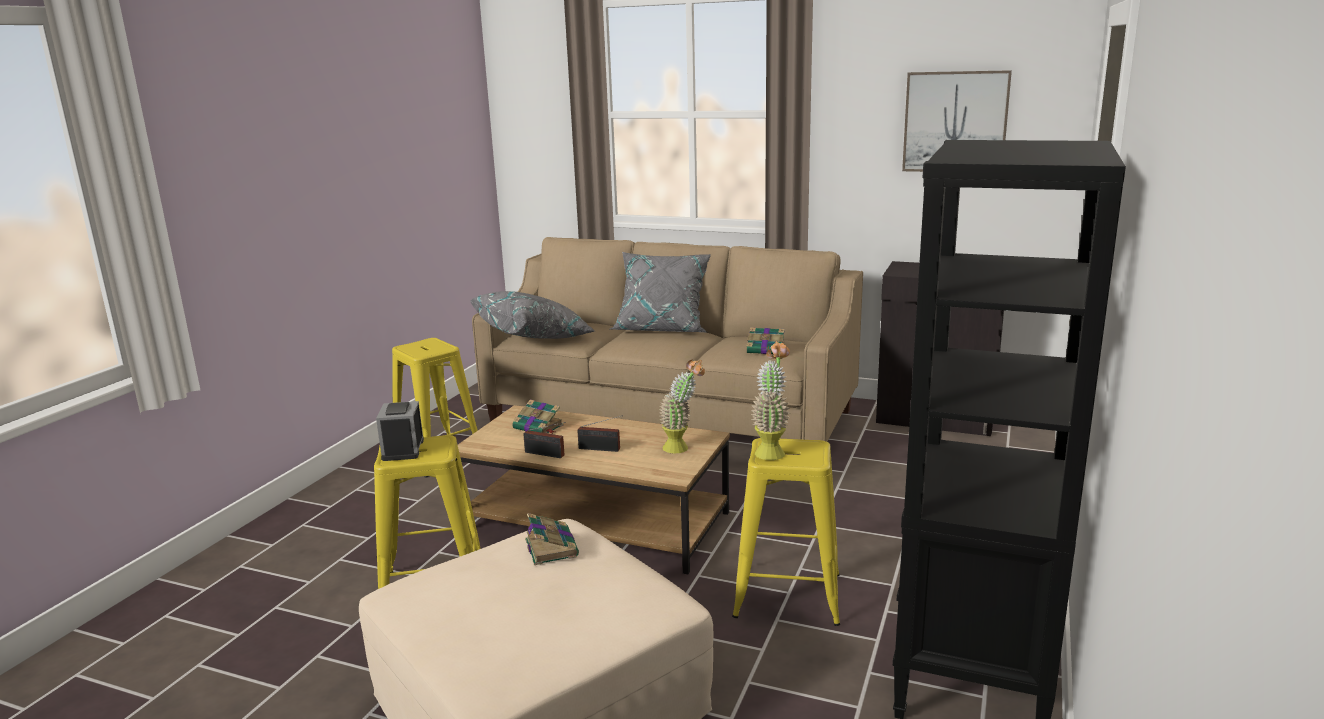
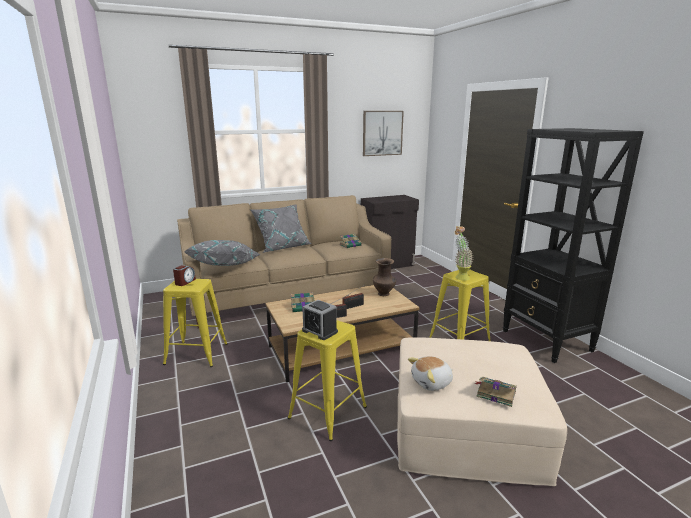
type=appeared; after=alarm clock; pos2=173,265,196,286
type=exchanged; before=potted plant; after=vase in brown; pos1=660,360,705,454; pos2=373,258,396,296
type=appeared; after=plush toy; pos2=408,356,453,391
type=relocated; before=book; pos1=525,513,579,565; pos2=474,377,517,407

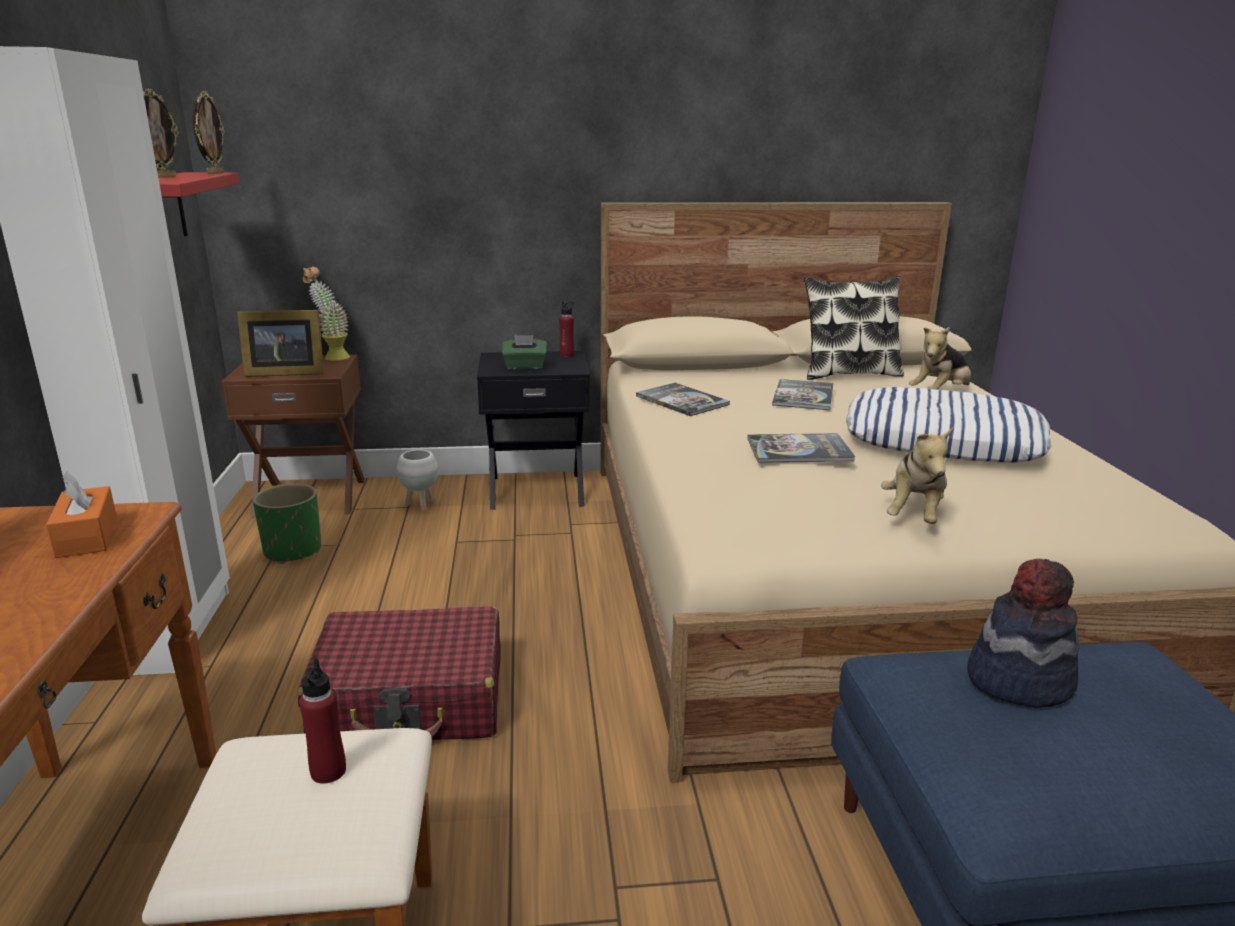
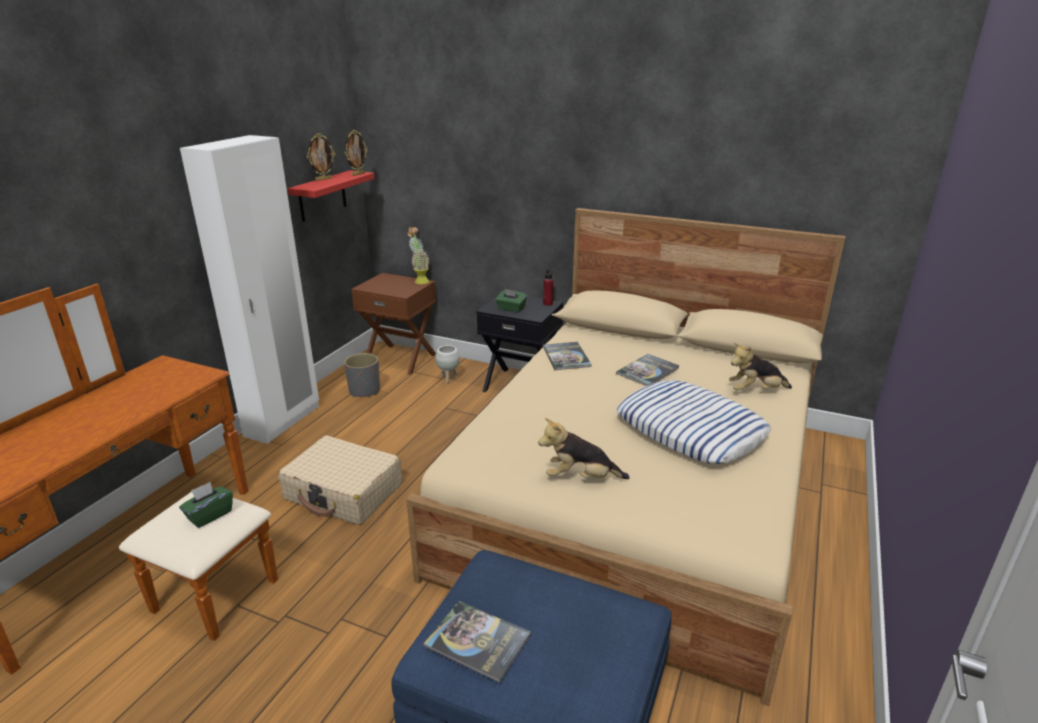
type=exchanged; before=bottle in red; after=tissue box in green; pos1=299,658,346,784; pos2=179,482,233,528
type=colour; before=suitcase in red; after=suitcase in beige; pos1=298,607,501,740; pos2=278,435,402,525
type=colour; before=planter in green; after=planter in grey; pos1=253,484,321,564; pos2=344,353,380,397
type=relocated; before=book; pos1=747,433,855,463; pos2=423,601,531,683
type=spun; before=plush toy; pos1=881,427,954,524; pos2=538,418,630,479; turn=45
type=missing; before=tissue box in orange; pos1=46,472,117,558
type=missing; before=picture frame; pos1=237,310,324,377
type=missing; before=pillow; pos1=804,275,904,380
type=missing; before=hat; pos1=968,559,1079,708

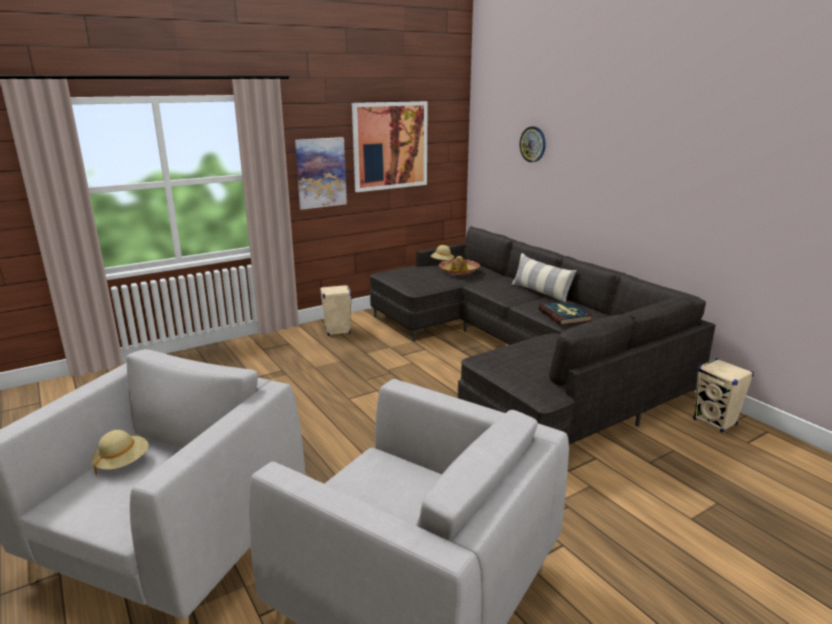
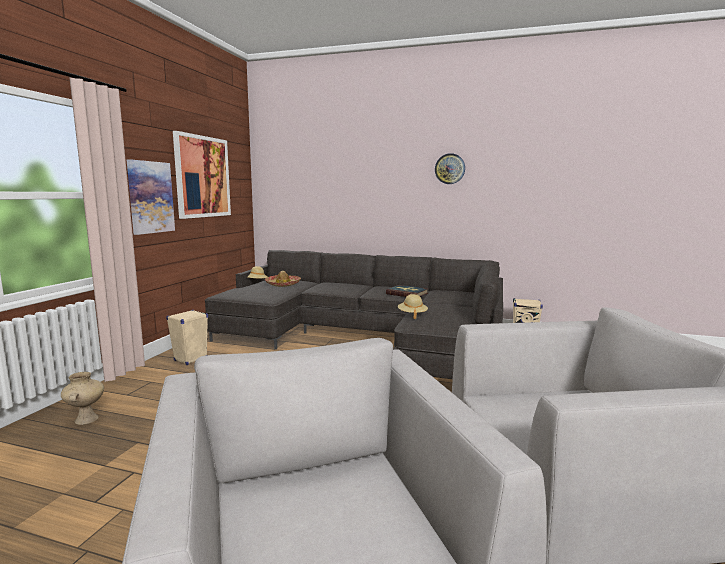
type=appeared; after=vase in beige; pos2=61,372,104,425
type=relocated; before=hat in beige; pos1=91,430,149,476; pos2=398,294,428,319
type=relocated; before=wall clock; pos1=520,126,546,162; pos2=435,153,465,184
type=missing; before=pillow; pos1=512,253,577,302

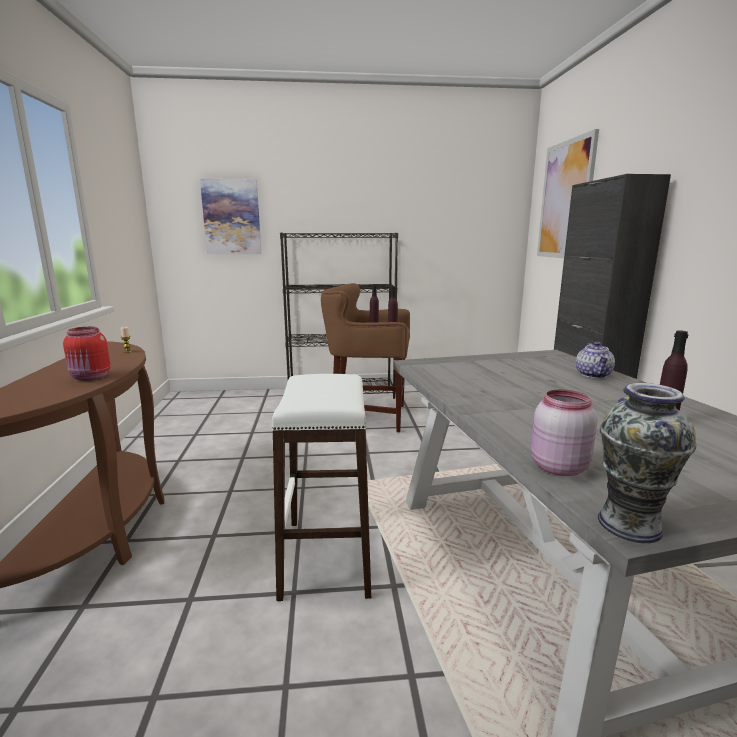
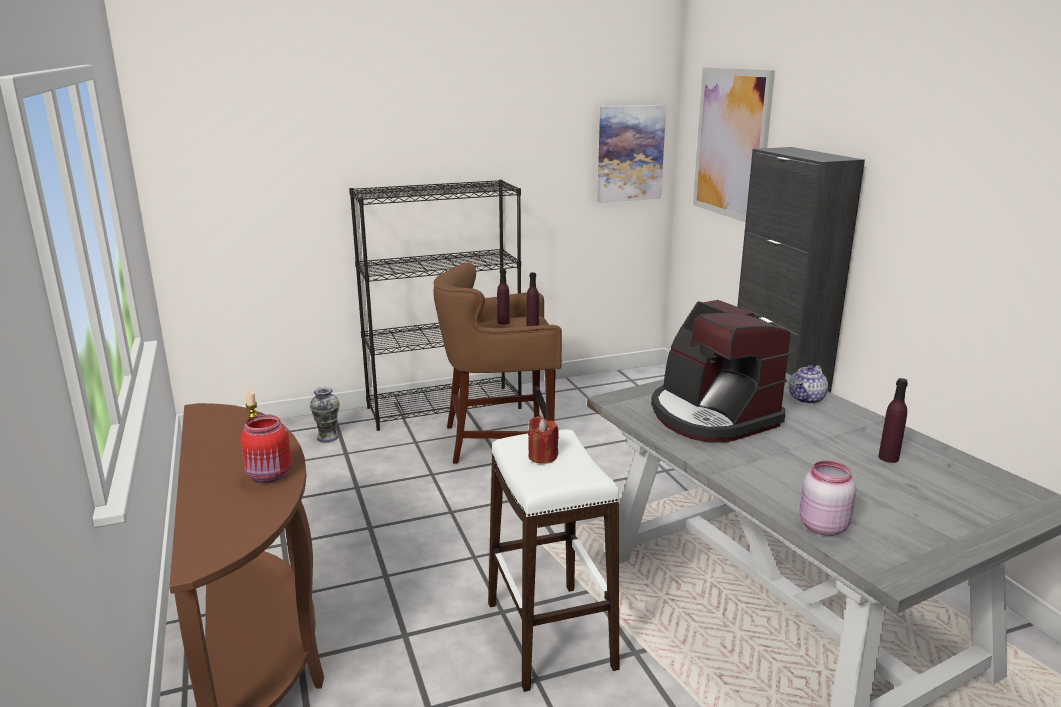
type=relocated; before=vase; pos1=598,383,696,543; pos2=310,387,340,443
type=appeared; after=candle in red; pos2=528,416,559,464
type=relocated; before=picture; pos1=200,179,261,254; pos2=597,105,666,203
type=appeared; after=coffee machine; pos2=651,300,790,443
type=spun; before=teapot; pos1=576,342,615,378; pos2=789,365,828,404; turn=45

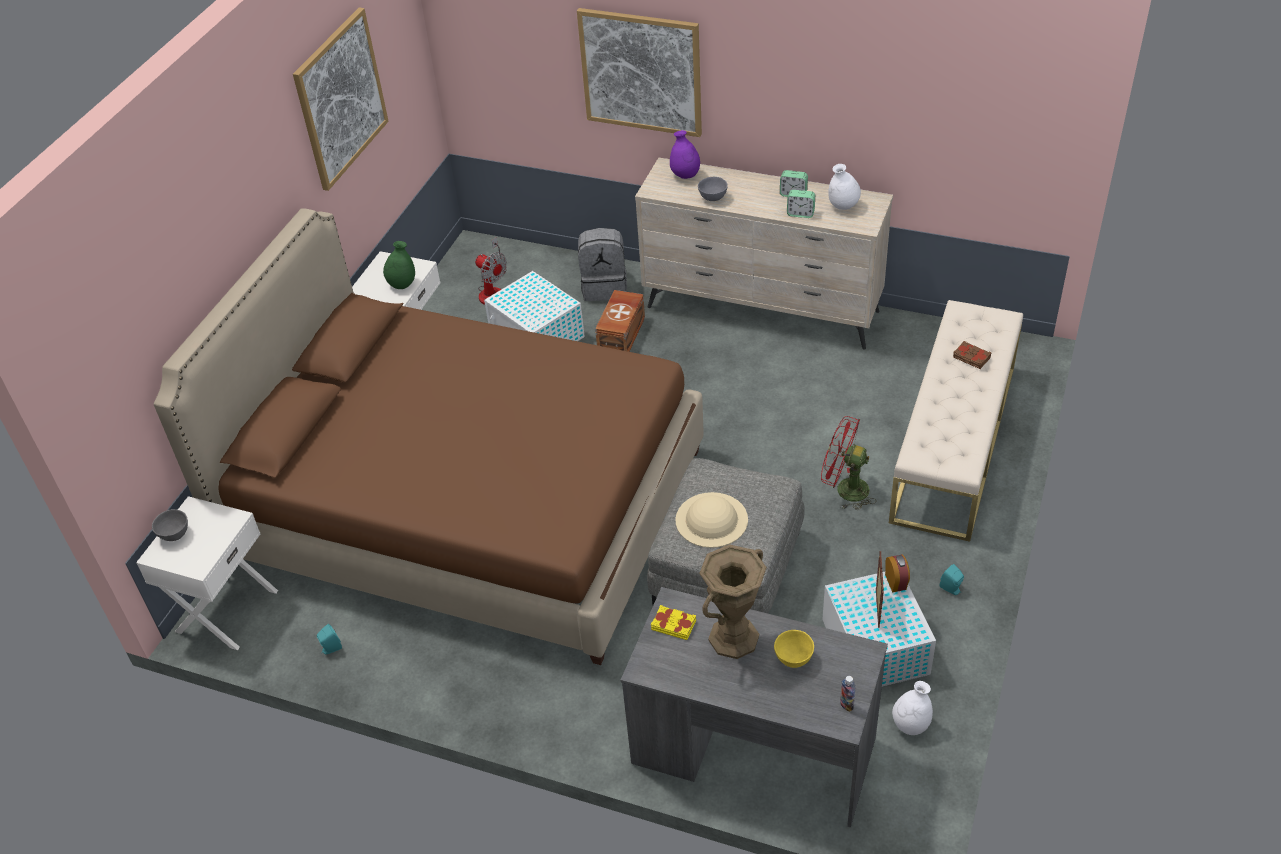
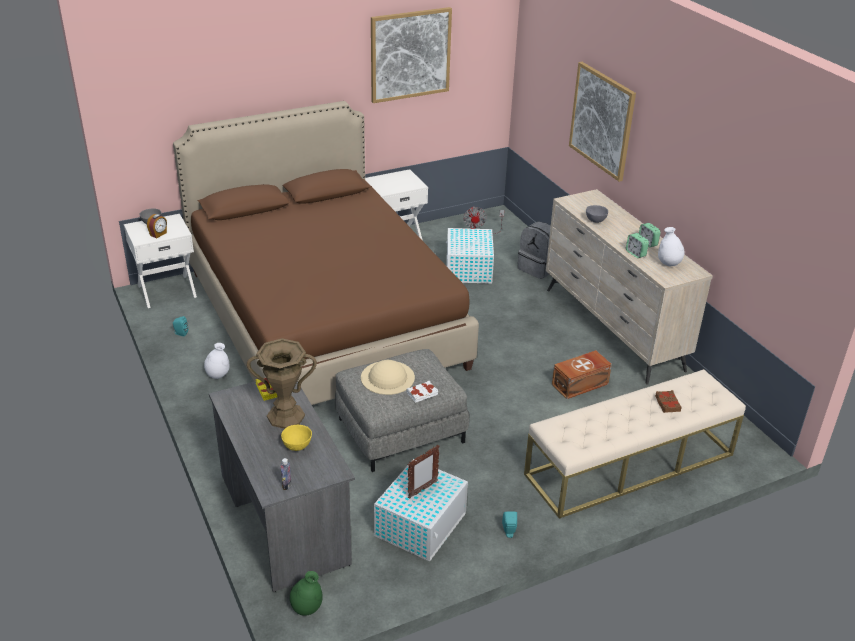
type=relocated; before=alarm clock; pos1=885,555,910,592; pos2=147,214,167,238
type=relocated; before=vase in white; pos1=892,681,933,735; pos2=204,343,229,379
type=relocated; before=vase in green; pos1=383,241,415,289; pos2=290,571,322,616
type=appeared; after=book in white; pos2=407,381,438,403
type=relocated; before=storage box in brown; pos1=595,290,645,352; pos2=552,350,612,399
type=missing; before=vase in purple; pos1=670,130,700,179
type=missing; before=fan in red; pos1=821,416,876,510

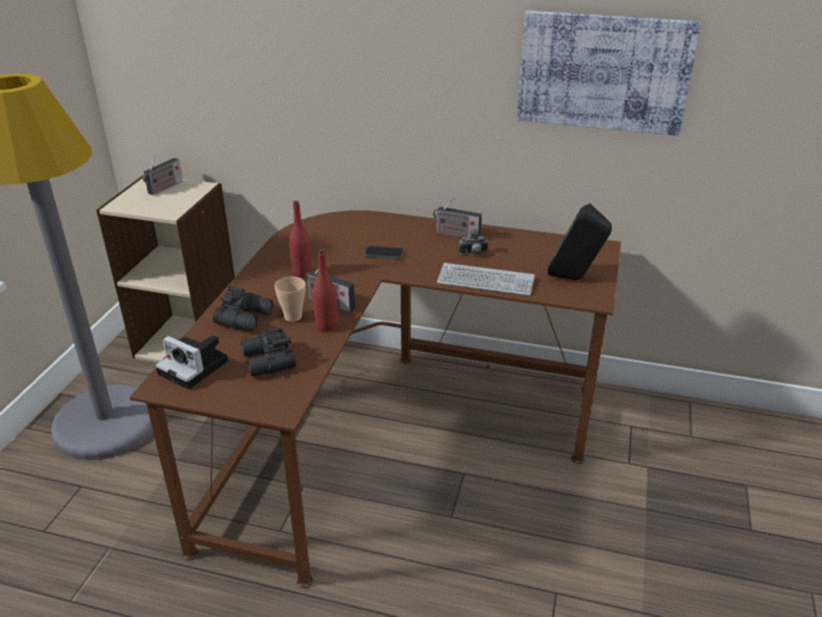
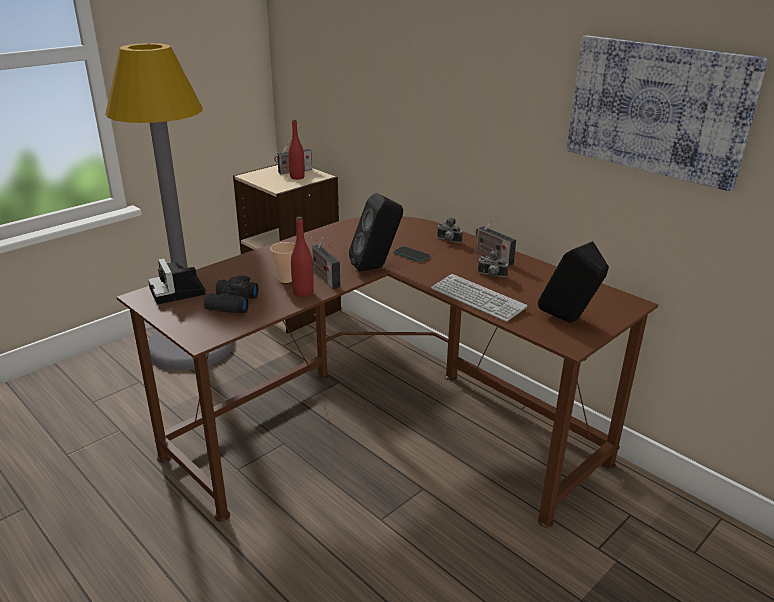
type=relocated; before=bottle in red; pos1=289,201,312,277; pos2=288,120,305,180
type=appeared; after=speaker in black; pos2=349,193,403,272
type=appeared; after=photo camera; pos2=437,218,462,243
type=missing; before=binoculars in black; pos1=213,286,273,332

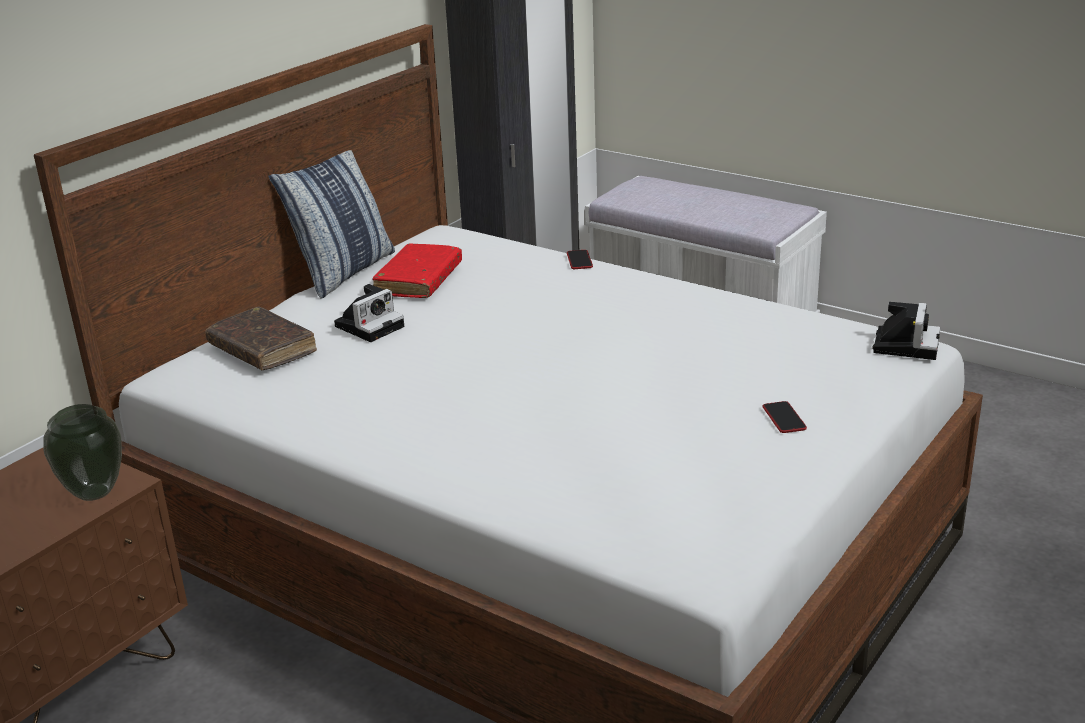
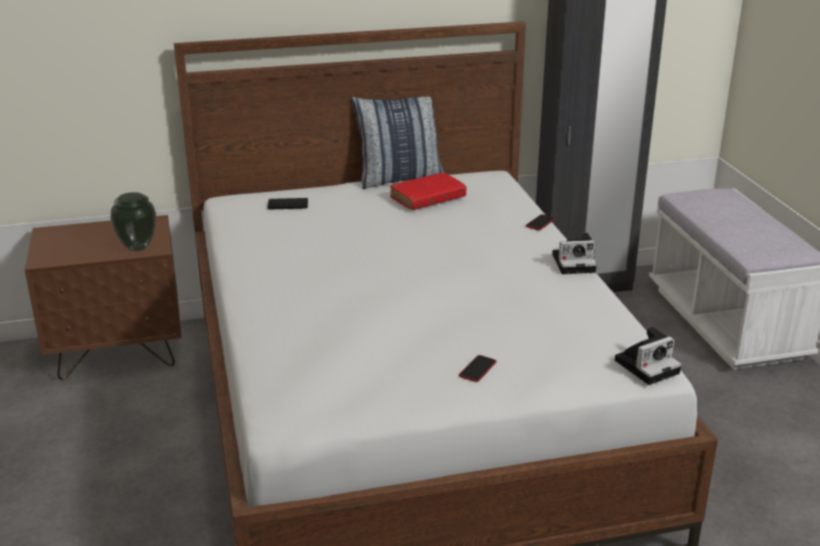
type=exchanged; before=book in brown; after=game controller in black; pos1=205,307,317,370; pos2=268,198,308,210
type=relocated; before=photo camera; pos1=334,284,404,342; pos2=552,233,597,274

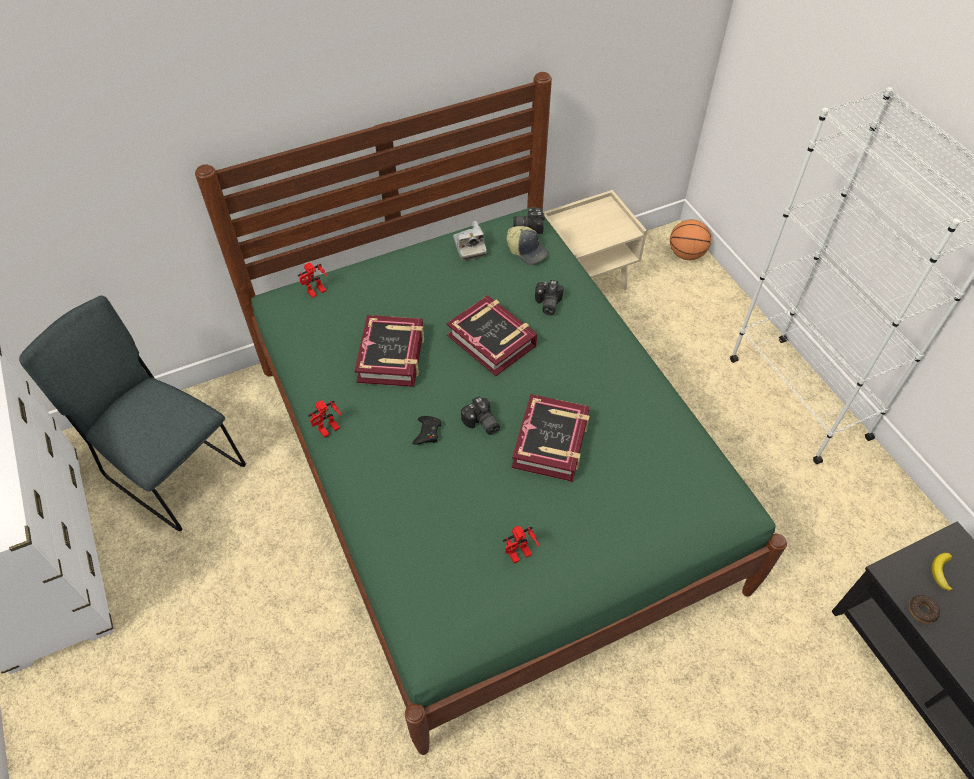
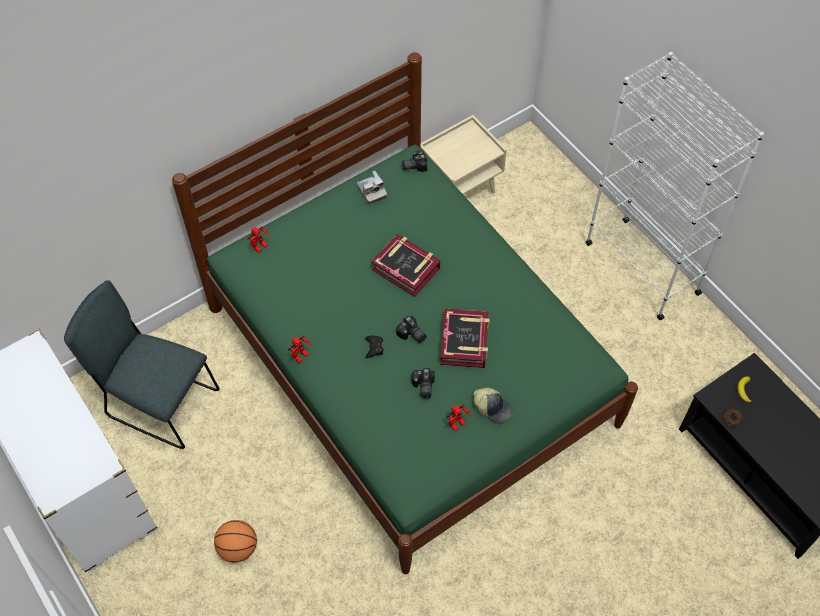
type=relocated; before=basketball; pos1=670,219,711,260; pos2=214,520,257,562
type=relocated; before=photo camera; pos1=535,280,564,315; pos2=412,368,435,399
type=relocated; before=cap; pos1=506,226,549,265; pos2=473,388,513,424
type=missing; before=book; pos1=354,315,424,387

